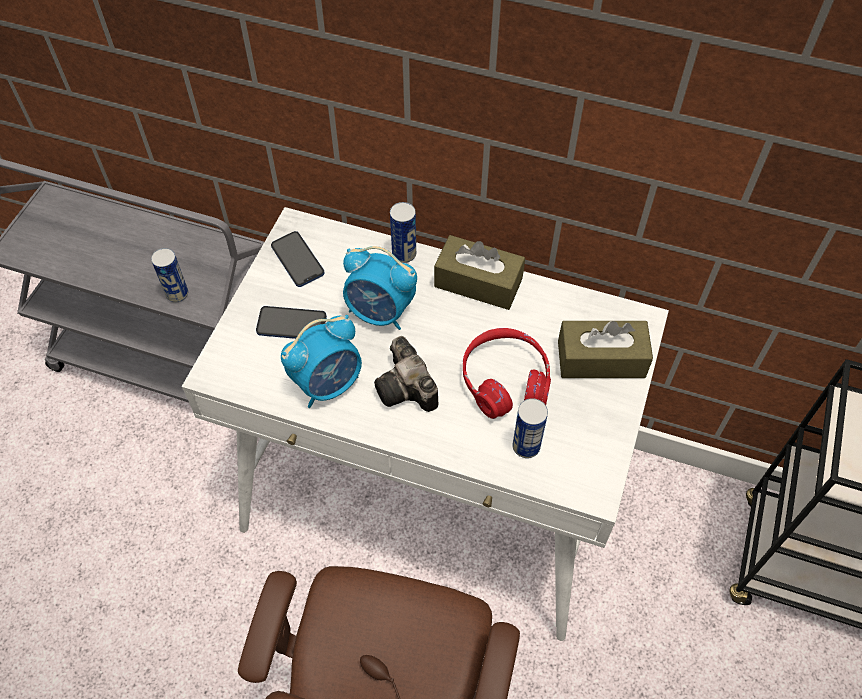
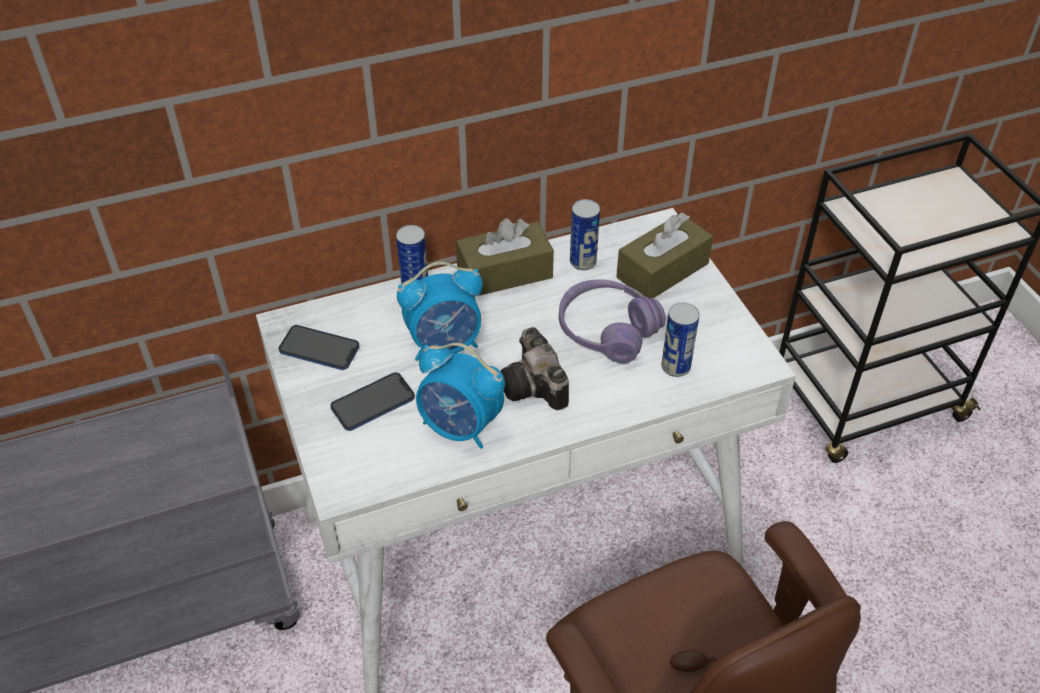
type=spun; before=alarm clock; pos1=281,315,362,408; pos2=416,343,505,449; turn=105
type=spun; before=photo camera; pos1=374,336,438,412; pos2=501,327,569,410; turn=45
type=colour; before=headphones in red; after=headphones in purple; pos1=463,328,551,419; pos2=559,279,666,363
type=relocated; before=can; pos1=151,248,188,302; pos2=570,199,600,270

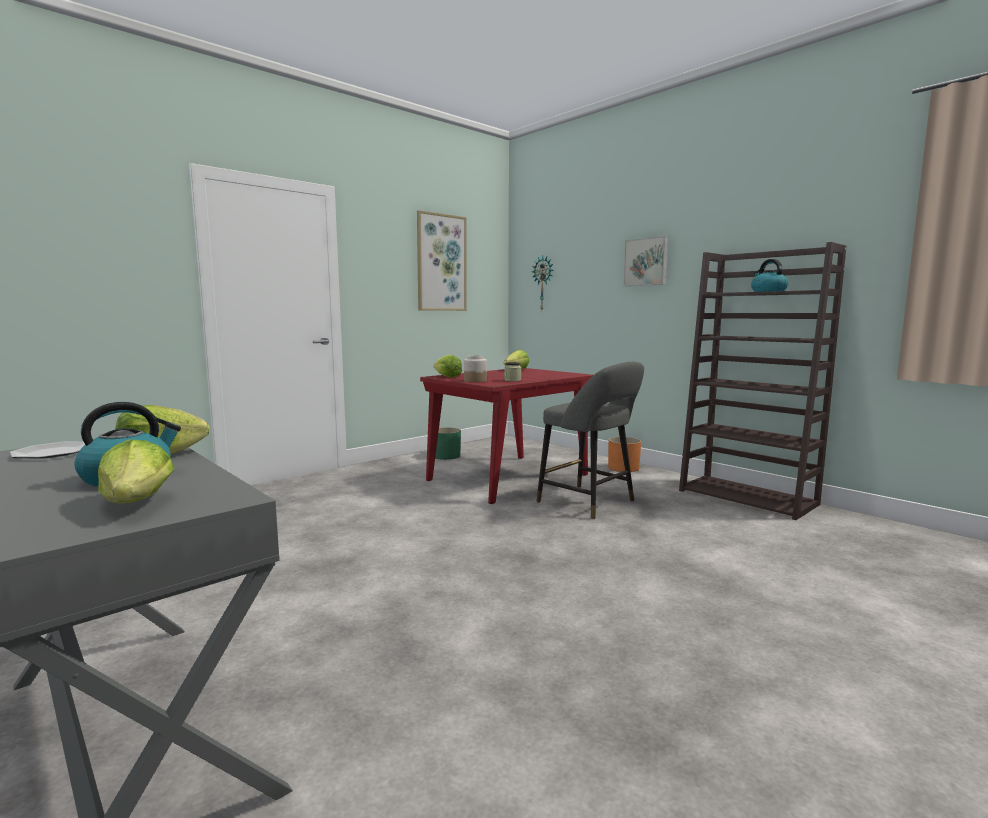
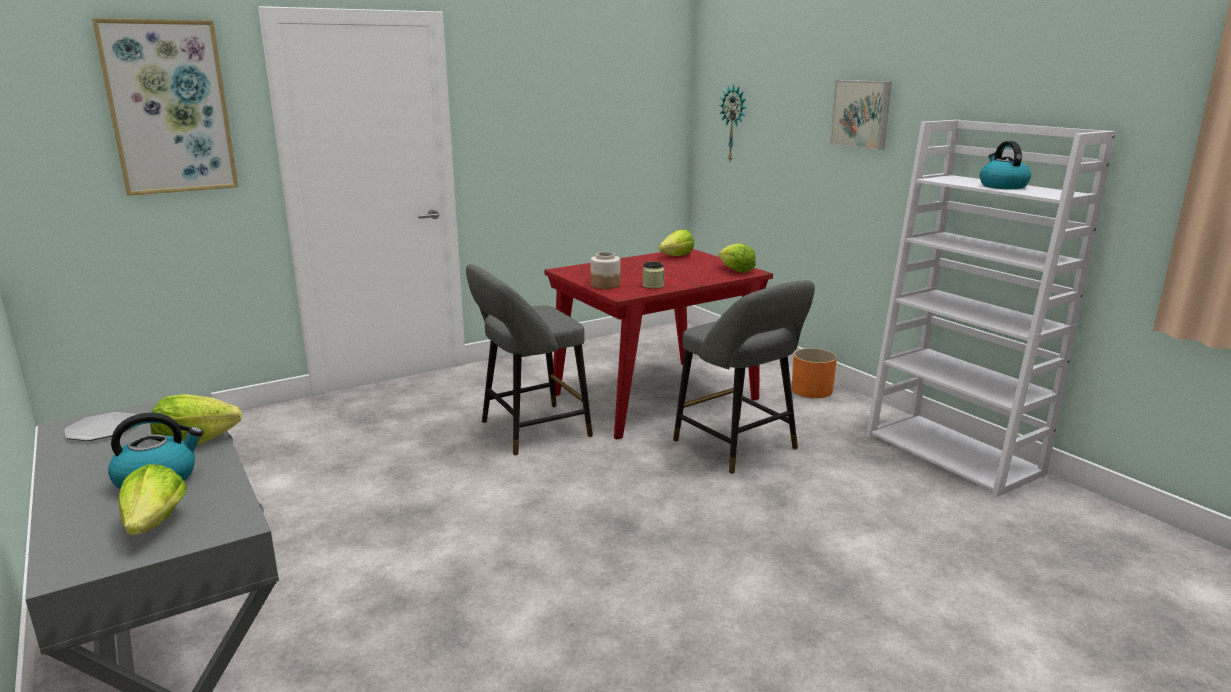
type=relocated; before=picture; pos1=417,210,467,311; pos2=92,18,238,196
type=appeared; after=stool in grey; pos2=466,264,593,456
type=relocated; before=lettuce; pos1=434,355,462,378; pos2=718,243,756,273
type=colour; before=bookcase in brown; after=bookcase in white; pos1=679,242,846,520; pos2=866,120,1116,498
type=missing; before=planter in green; pos1=435,427,461,460

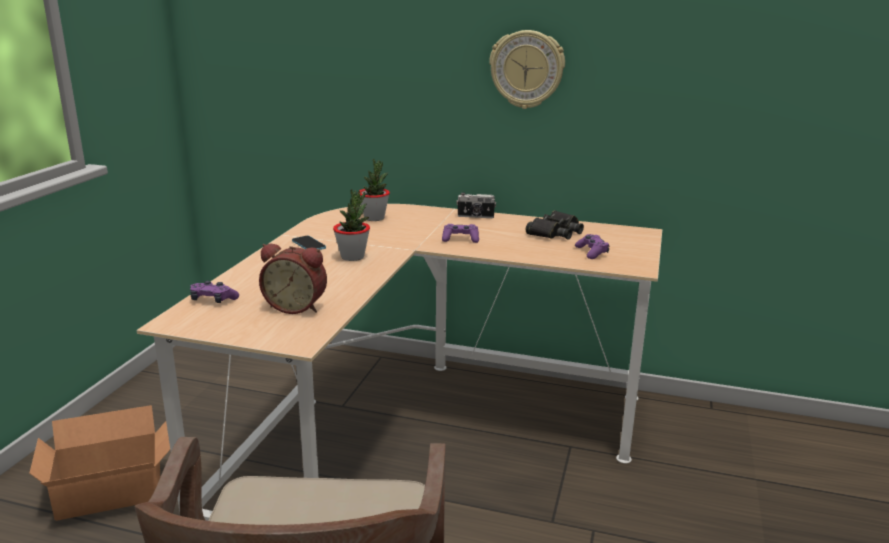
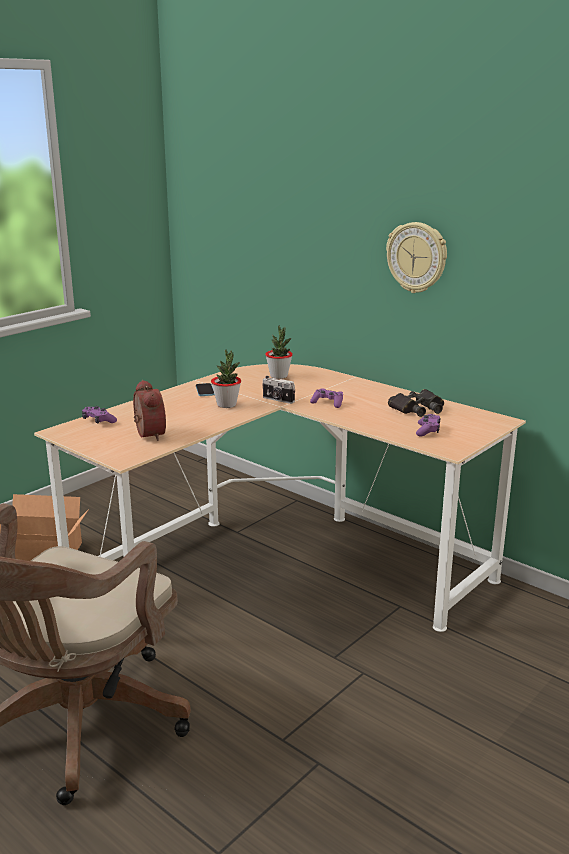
type=spun; before=alarm clock; pos1=259,244,327,314; pos2=133,380,166,441; turn=-150
type=relocated; before=photo camera; pos1=456,192,496,218; pos2=262,376,295,404

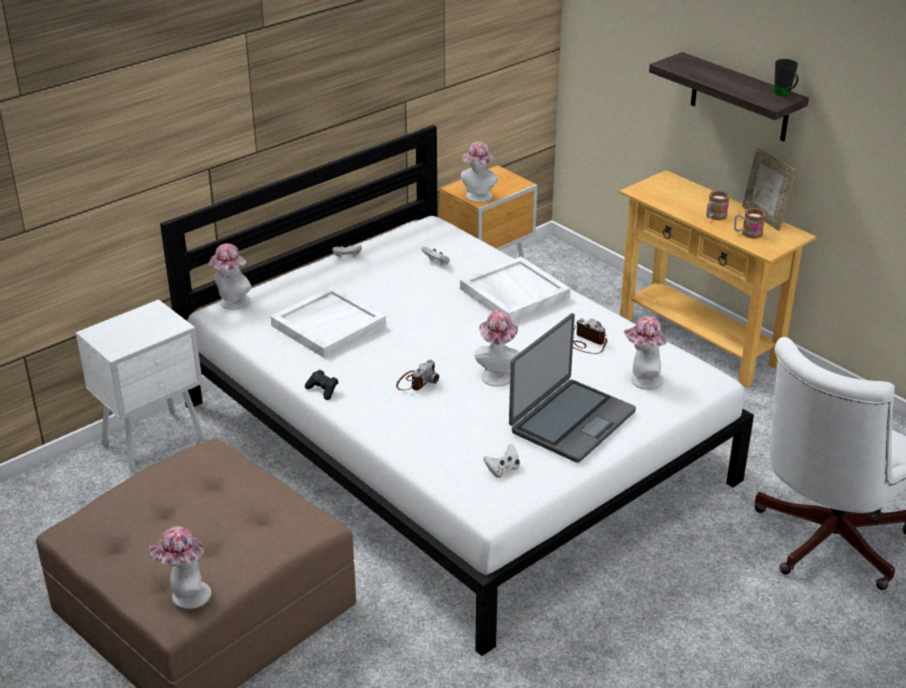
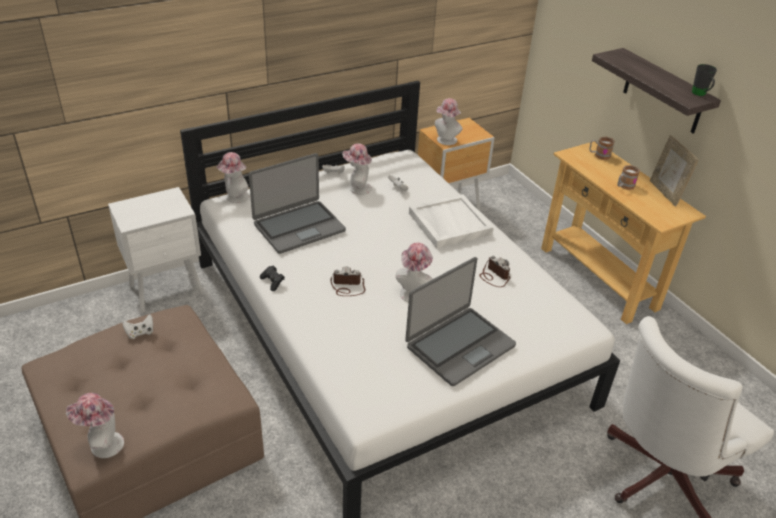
type=relocated; before=game controller in white; pos1=483,444,520,478; pos2=123,314,153,339
type=exchanged; before=tray in white; after=laptop; pos1=270,286,386,358; pos2=249,153,346,254
type=spun; before=photo camera; pos1=396,359,439,390; pos2=330,266,366,296; turn=-135
type=relocated; before=hat; pos1=624,316,667,390; pos2=342,143,372,195
type=relocated; before=mug; pos1=734,208,766,239; pos2=589,137,615,160

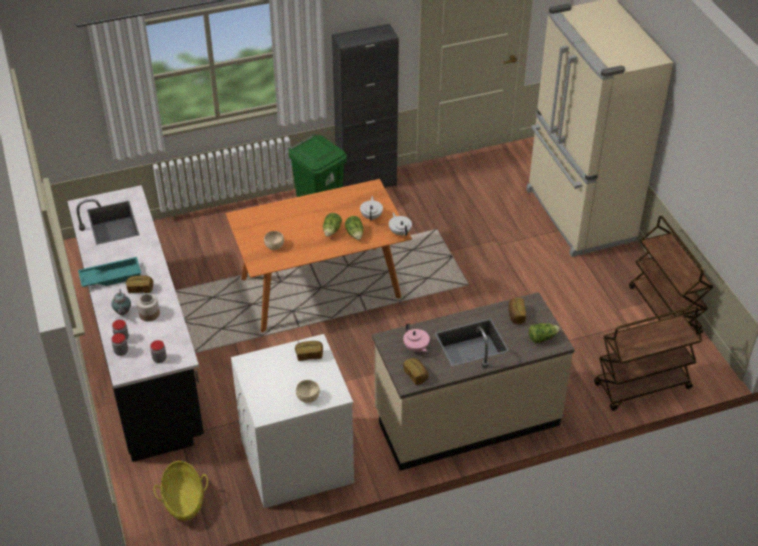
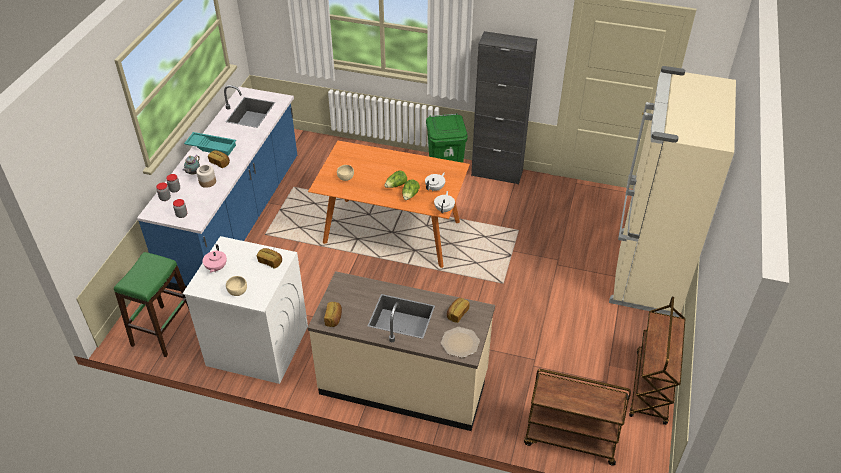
type=exchanged; before=basket; after=stool in green; pos1=154,461,208,521; pos2=114,252,189,357
type=colour; before=counter in black; after=counter in blue; pos1=67,185,204,462; pos2=137,85,297,291
type=relocated; before=teapot in pink; pos1=403,323,430,352; pos2=202,244,227,273
type=exchanged; before=lettuce; after=plate; pos1=529,323,560,343; pos2=441,327,480,358

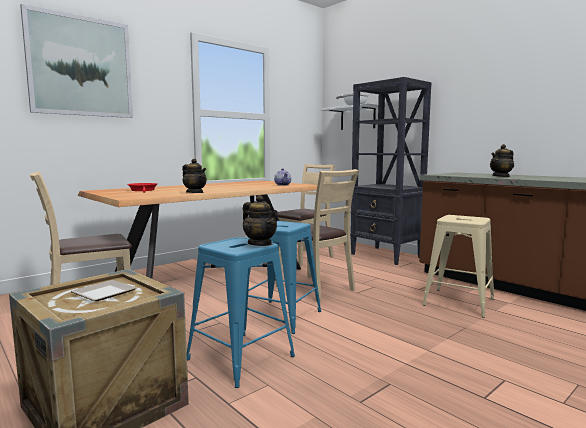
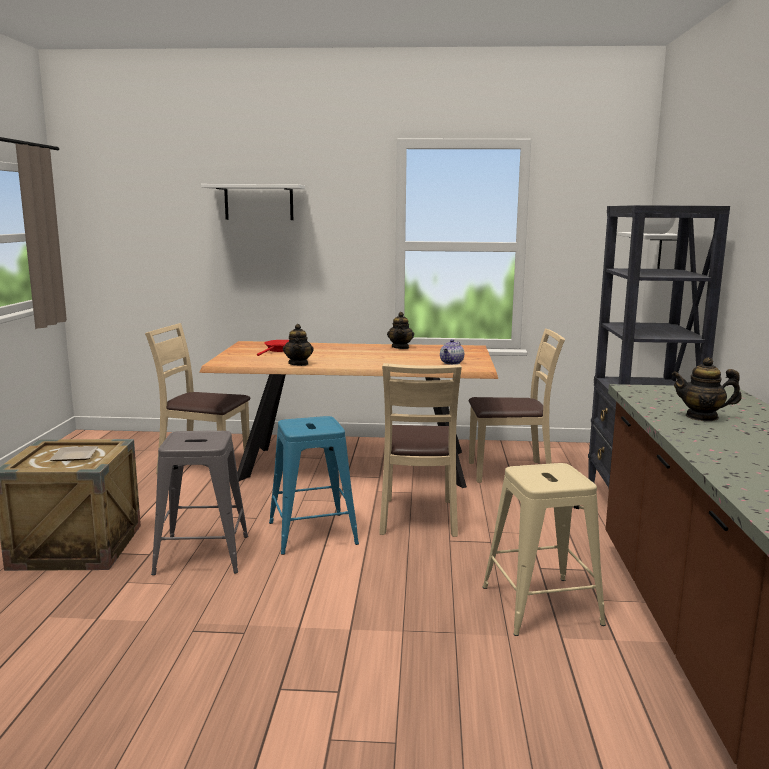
type=colour; before=stool in blue; after=stool in grey; pos1=187,237,295,388; pos2=151,431,248,575
type=exchanged; before=picture; after=shelf in white; pos1=20,4,133,118; pos2=201,184,305,220
type=relocated; before=teapot; pos1=243,195,278,246; pos2=387,312,414,349

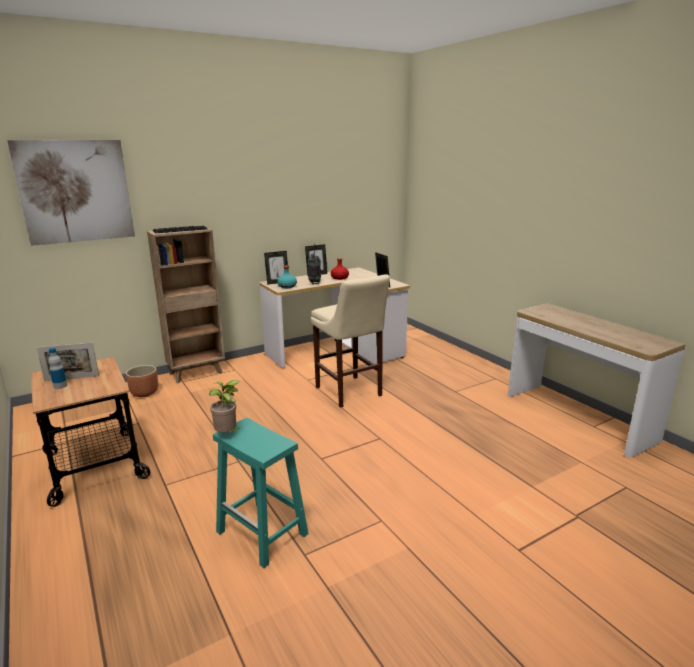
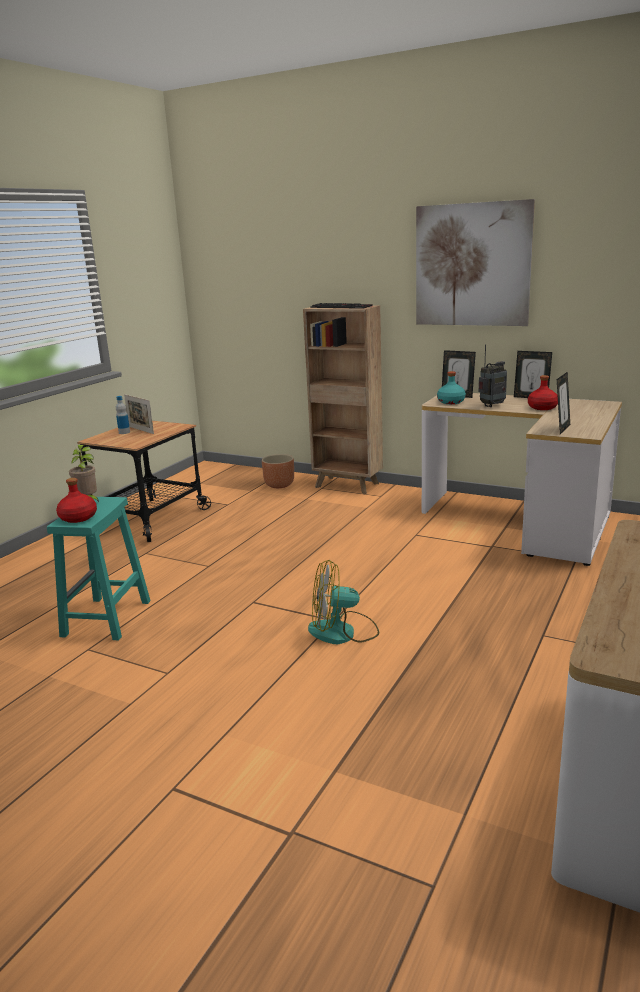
type=appeared; after=bottle in red; pos2=56,478,97,523
type=appeared; after=fan; pos2=308,560,379,644
type=relocated; before=picture; pos1=7,140,135,246; pos2=416,199,535,326
type=missing; before=stool in beige; pos1=311,274,390,408

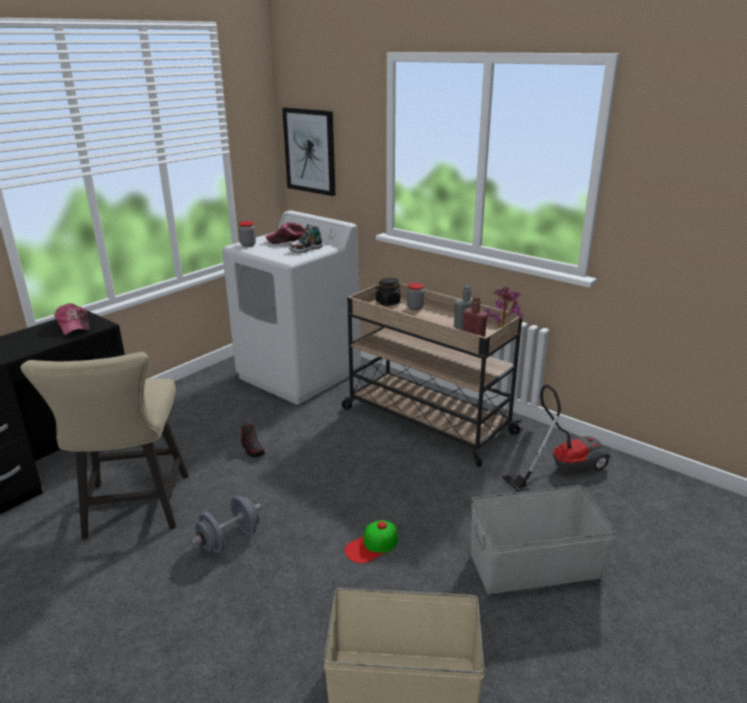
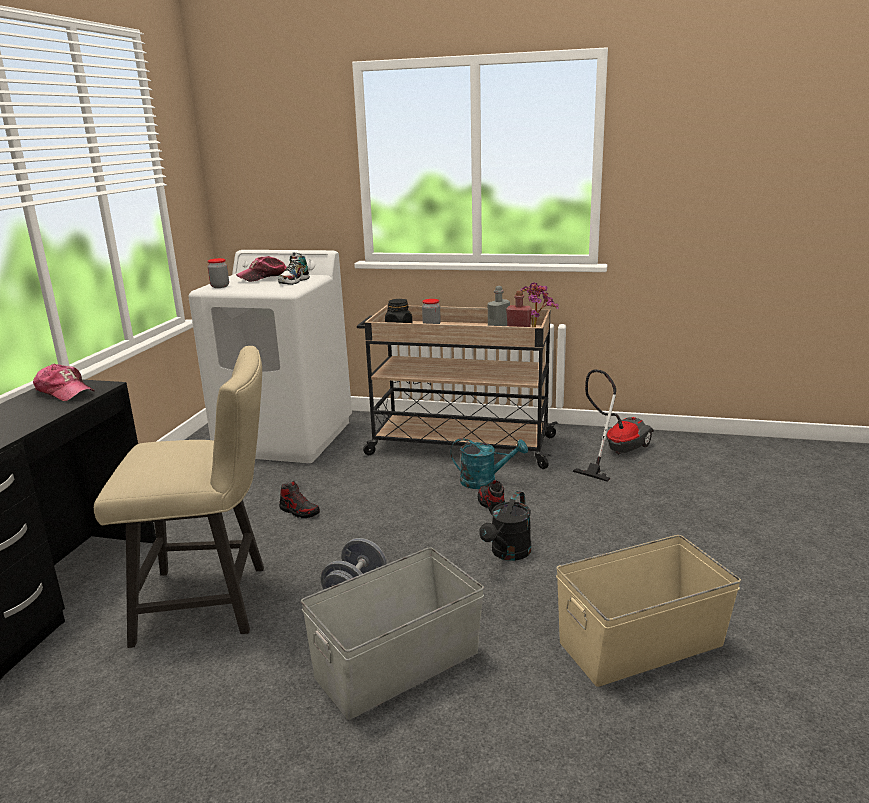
type=spun; before=chair in beige; pos1=20,352,189,539; pos2=94,346,264,648; turn=-60
type=relocated; before=storage box in grey; pos1=471,485,616,594; pos2=301,547,484,720
type=appeared; after=watering can in turquoise; pos2=451,438,528,489
type=appeared; after=shoe; pos2=478,480,505,513
type=exchanged; before=cap; after=watering can in black; pos1=345,520,398,563; pos2=479,491,531,561
type=missing; before=picture; pos1=282,107,335,196

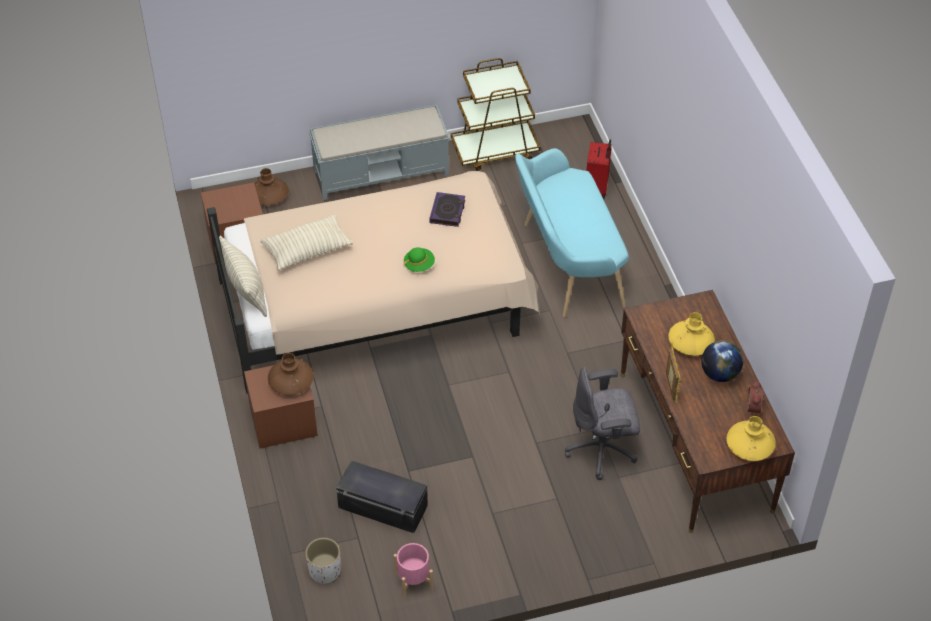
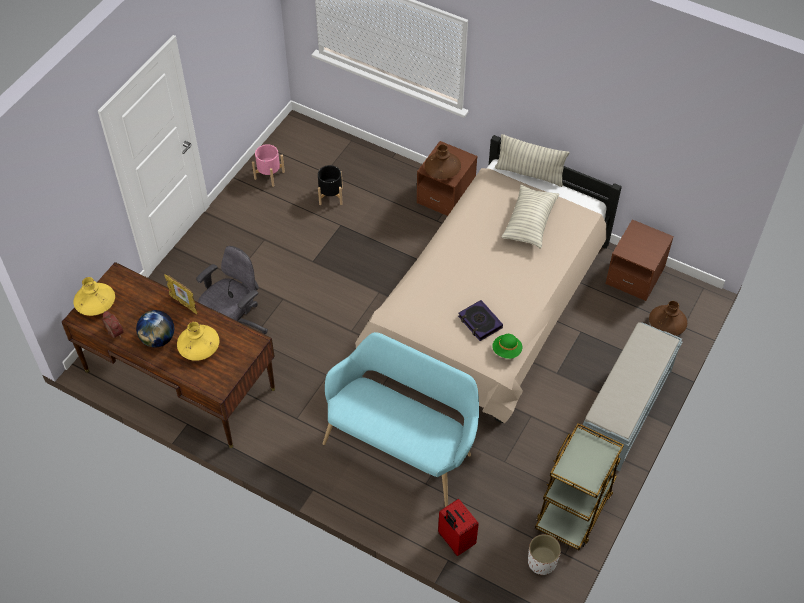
type=exchanged; before=storage box in black; after=planter in black; pos1=336,460,428,533; pos2=318,165,343,205
type=relocated; before=hat in green; pos1=404,247,435,272; pos2=492,334,522,359
type=relocated; before=planter in white; pos1=305,538,341,584; pos2=528,534,561,575

